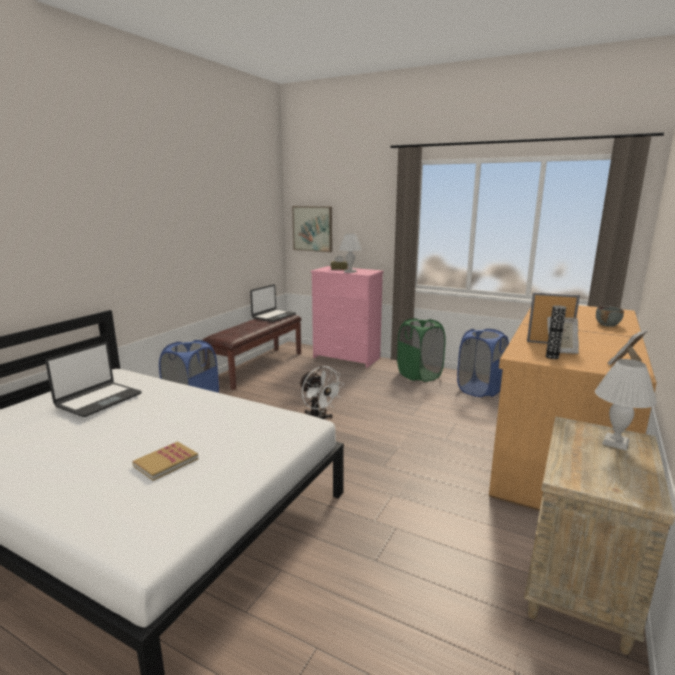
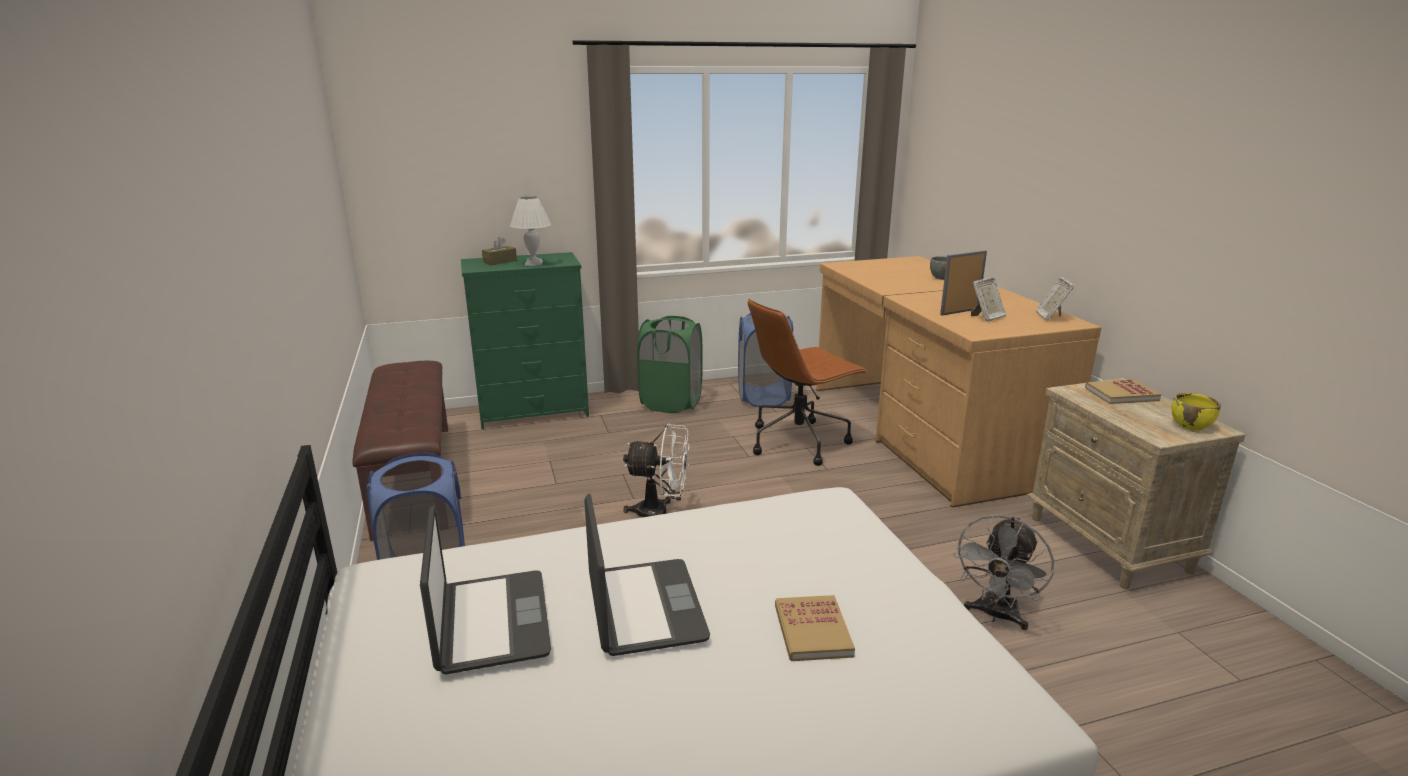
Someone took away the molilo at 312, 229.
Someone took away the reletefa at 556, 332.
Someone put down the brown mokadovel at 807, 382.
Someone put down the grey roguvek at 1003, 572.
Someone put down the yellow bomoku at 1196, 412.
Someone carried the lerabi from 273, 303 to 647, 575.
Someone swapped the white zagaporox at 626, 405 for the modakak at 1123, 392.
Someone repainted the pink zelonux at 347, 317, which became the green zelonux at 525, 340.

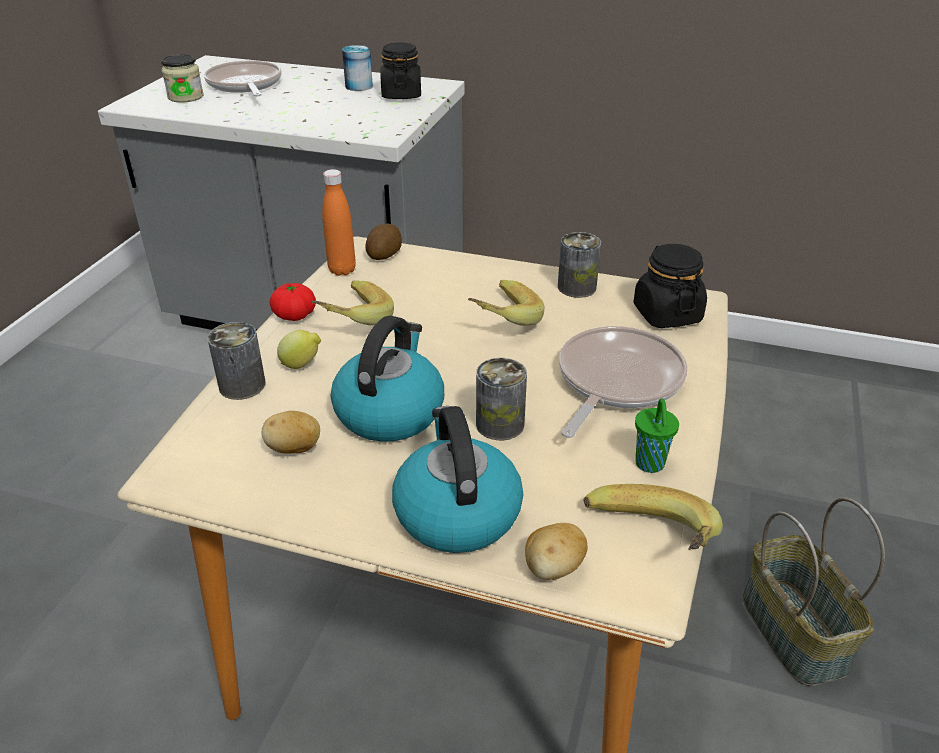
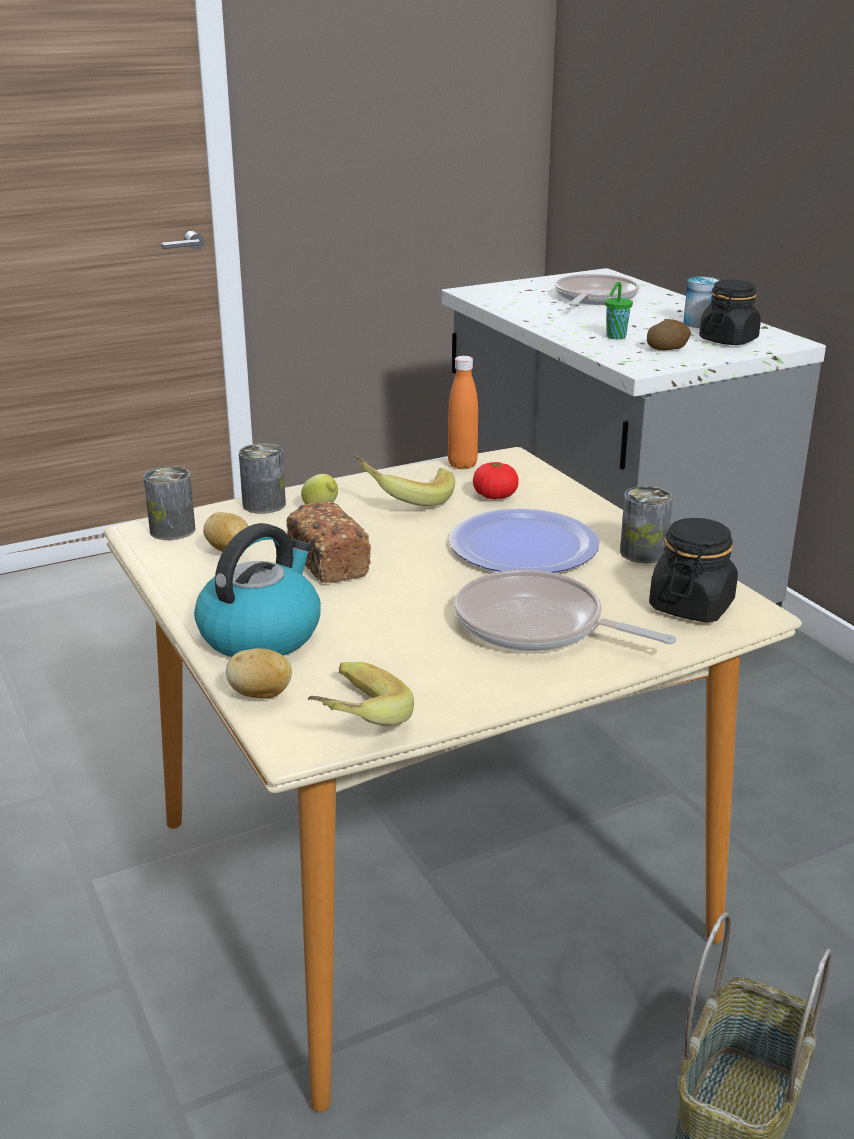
Someone took away the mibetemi at 182, 78.
Someone carried the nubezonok from 293, 302 to 496, 481.
Someone carried the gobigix from 383, 241 to 669, 334.
Someone carried the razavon from 501, 399 to 170, 503.
Someone carried the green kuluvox from 657, 436 to 619, 310.
Someone swapped the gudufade at 387, 379 for the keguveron at 328, 542.
Someone swapped the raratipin at 506, 303 for the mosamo at 524, 541.
Someone rotated the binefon at 623, 382 by 135 degrees counterclockwise.

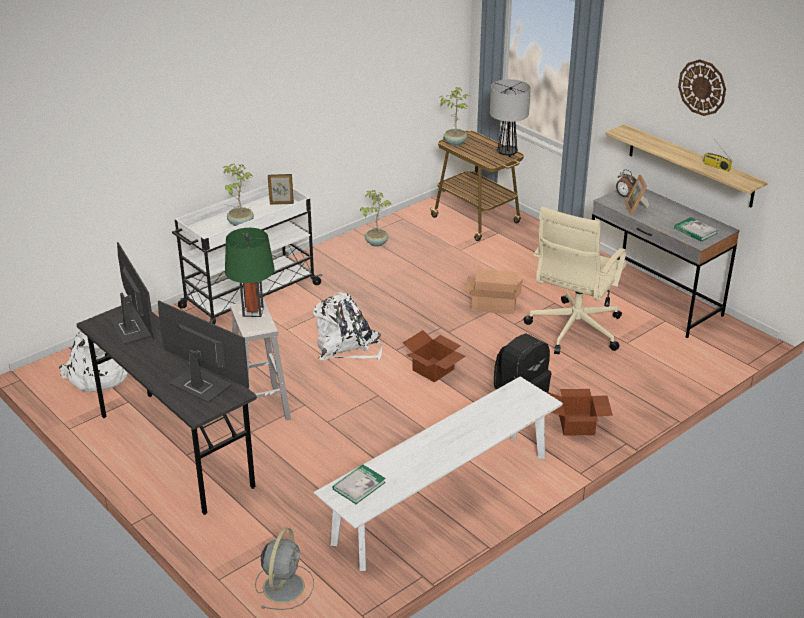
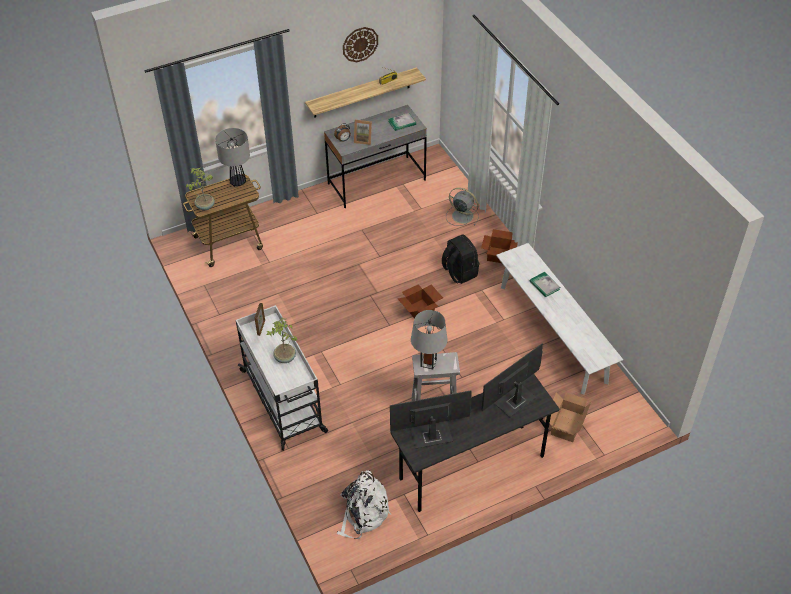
Someone took away the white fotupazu at 348, 326.
Someone took away the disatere at 375, 218.
Someone took away the beige mokadovel at 575, 280.
Someone carried the grey roguvek from 284, 569 to 462, 207.
Someone carried the modakak from 359, 484 to 544, 284.
Someone carried the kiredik from 494, 291 to 568, 417.
Someone repainted the green zagaporox at 250, 272, which became the grey zagaporox at 429, 339.

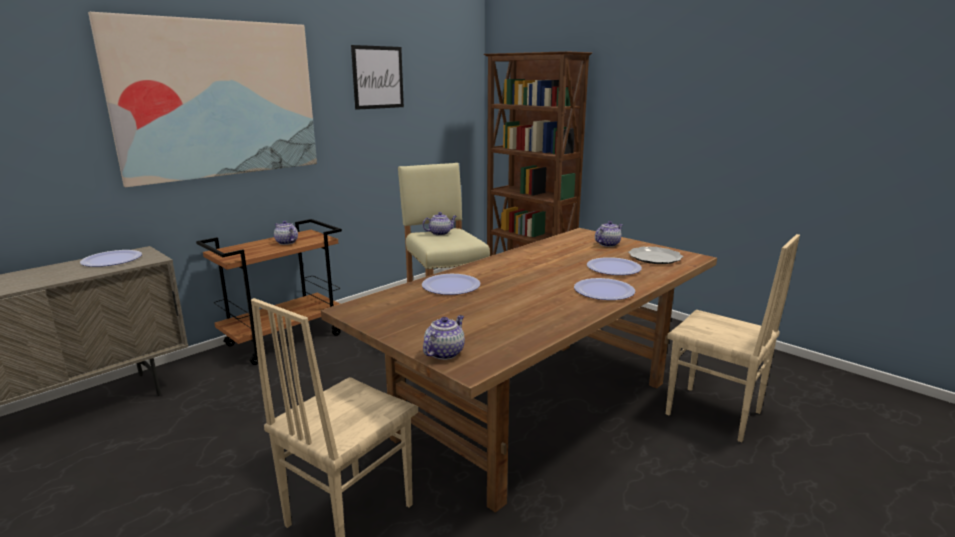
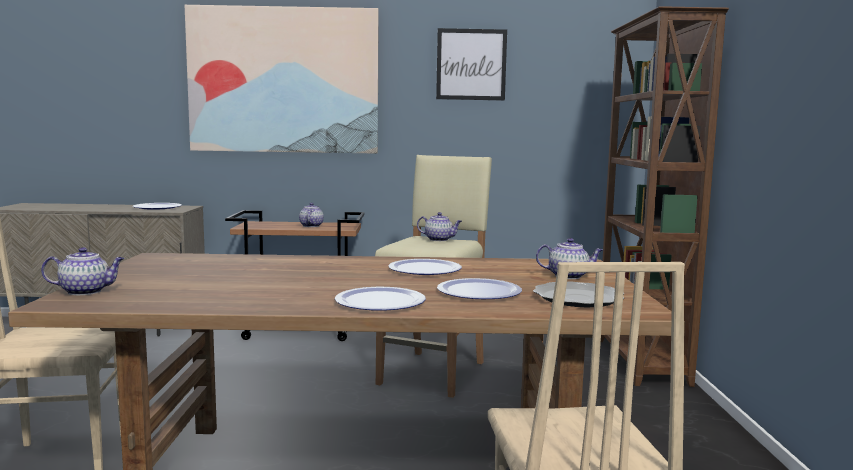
Someone carried the mosamo from 451, 284 to 425, 267.

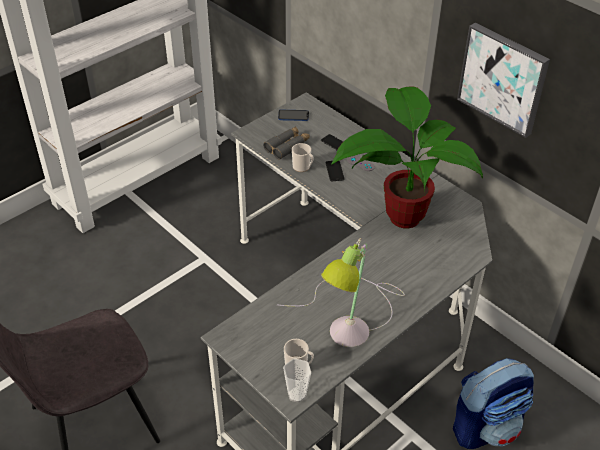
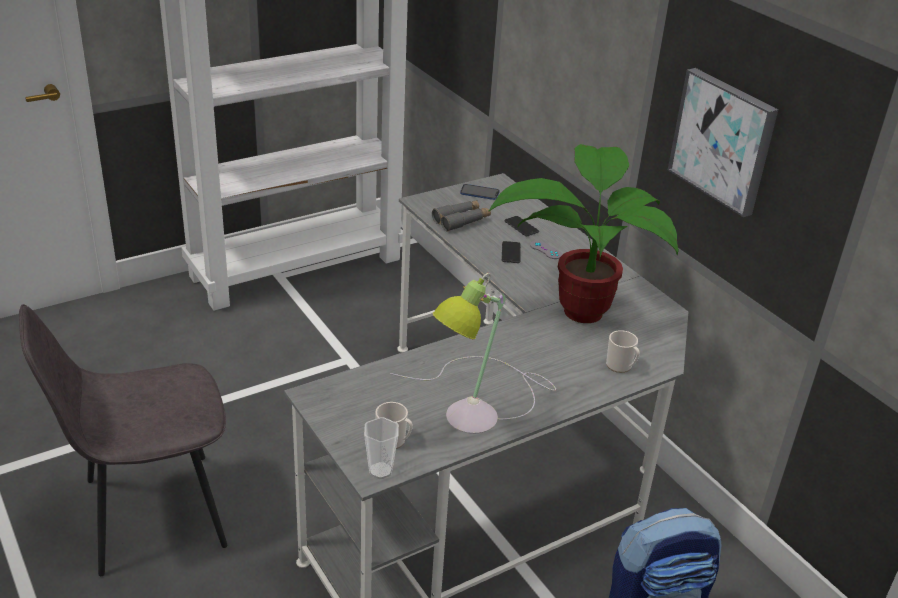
Someone carried the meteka from 303, 157 to 623, 351.

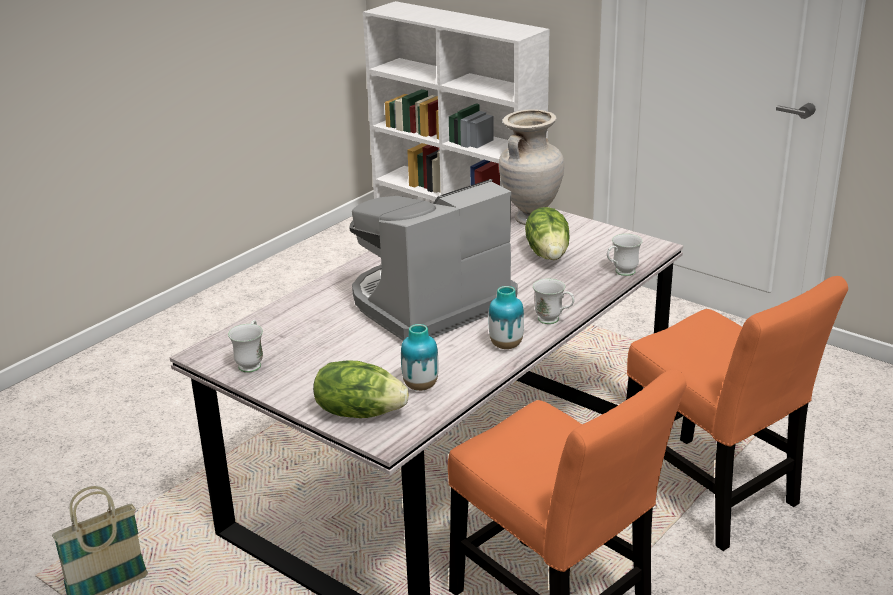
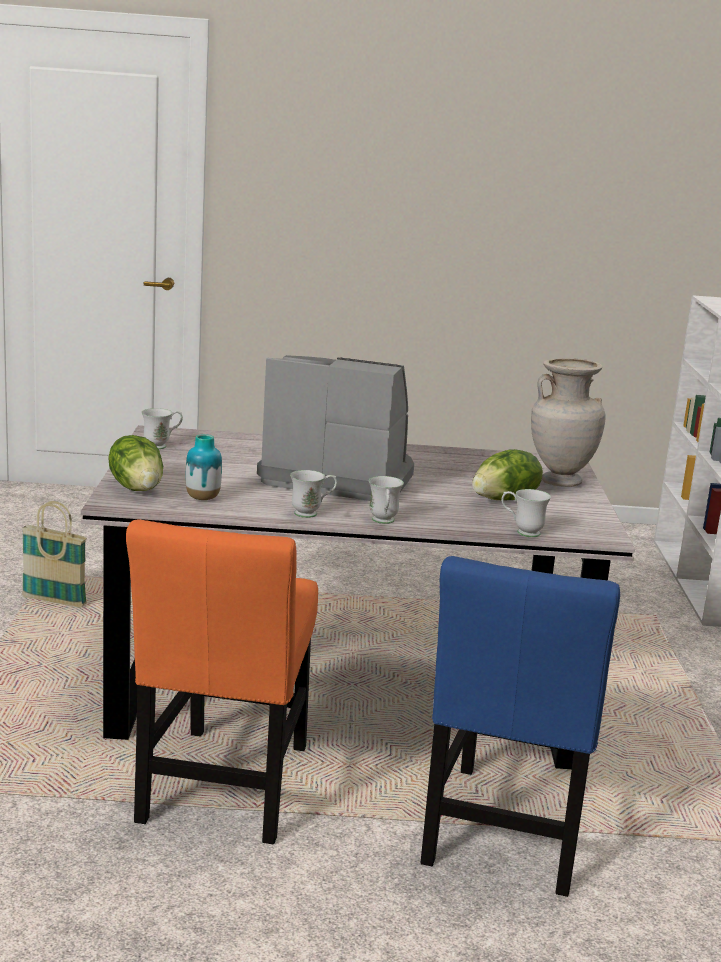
Someone swapped the reletefa at 506, 317 for the white meteka at 313, 494.
Someone repainted the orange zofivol at 737, 413, which became the blue zofivol at 520, 726.

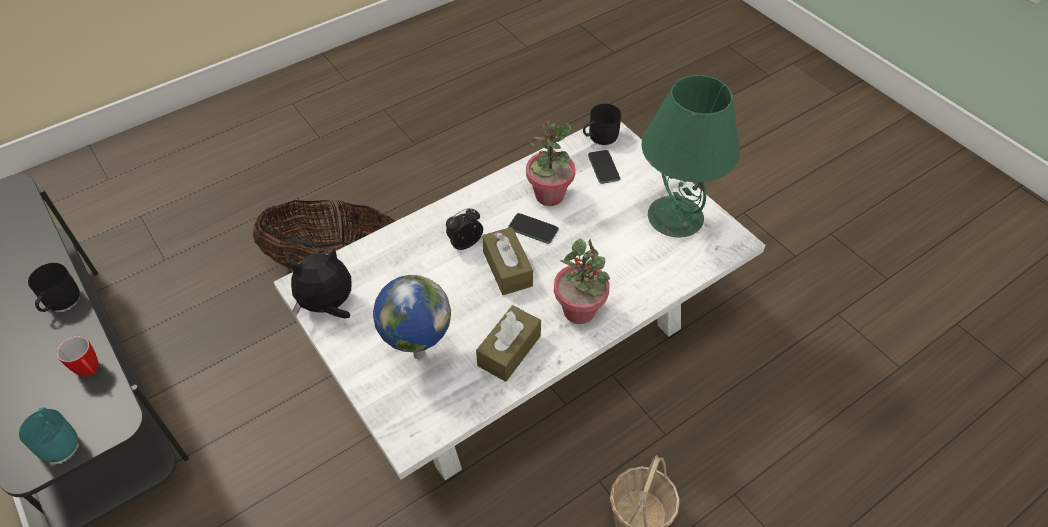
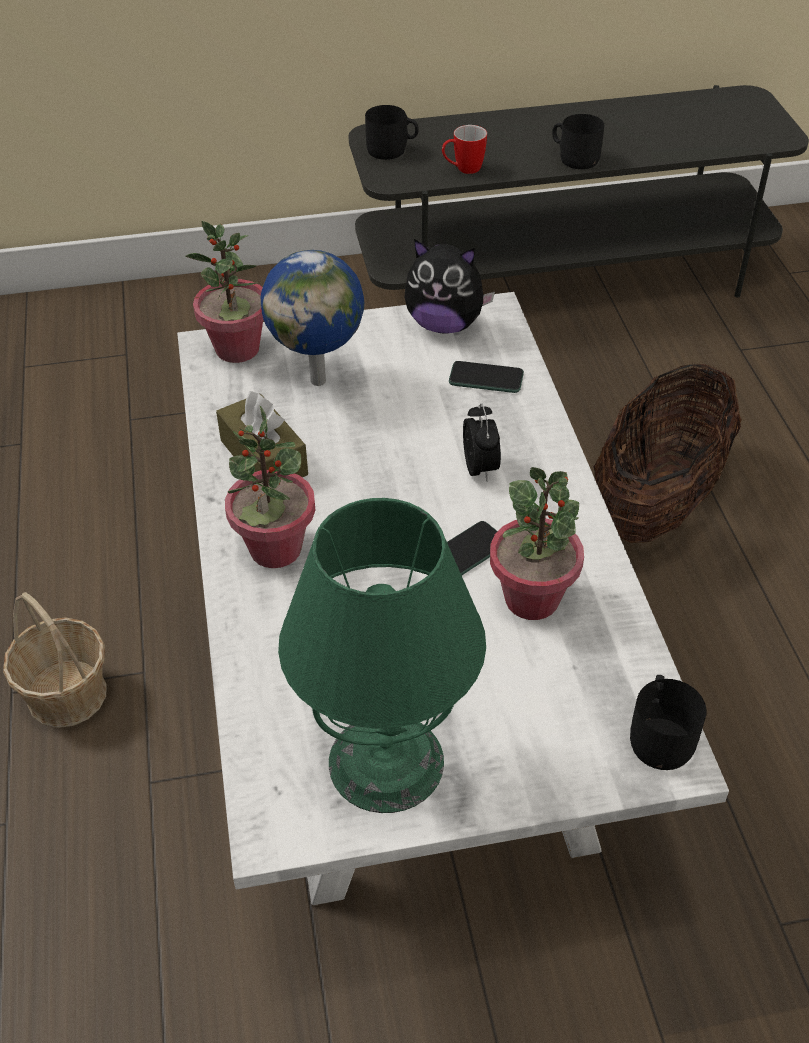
Someone took away the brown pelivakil at 507, 261.
Someone put down the disatere at 224, 292.
Someone carried the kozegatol from 604, 167 to 486, 377.
Someone repainted the turquoise meteka at 48, 435, which became the black meteka at 392, 132.
Someone rotated the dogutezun at 321, 283 by 105 degrees clockwise.

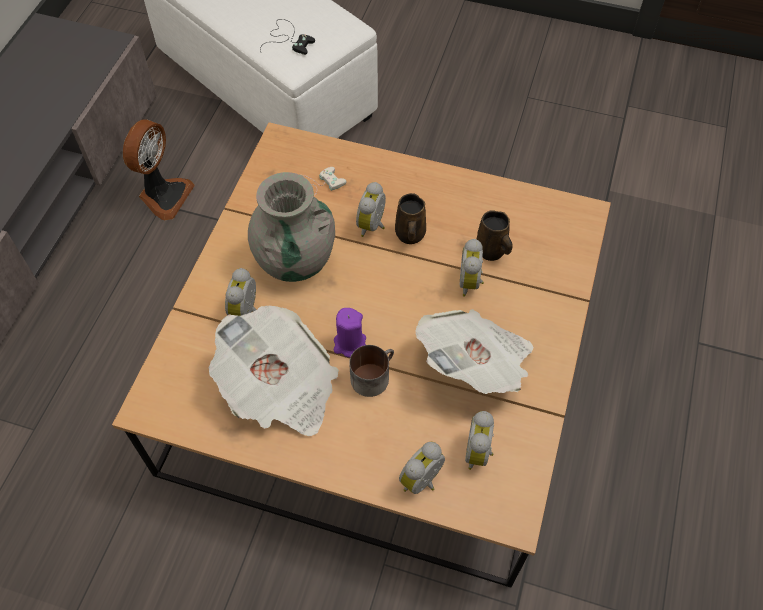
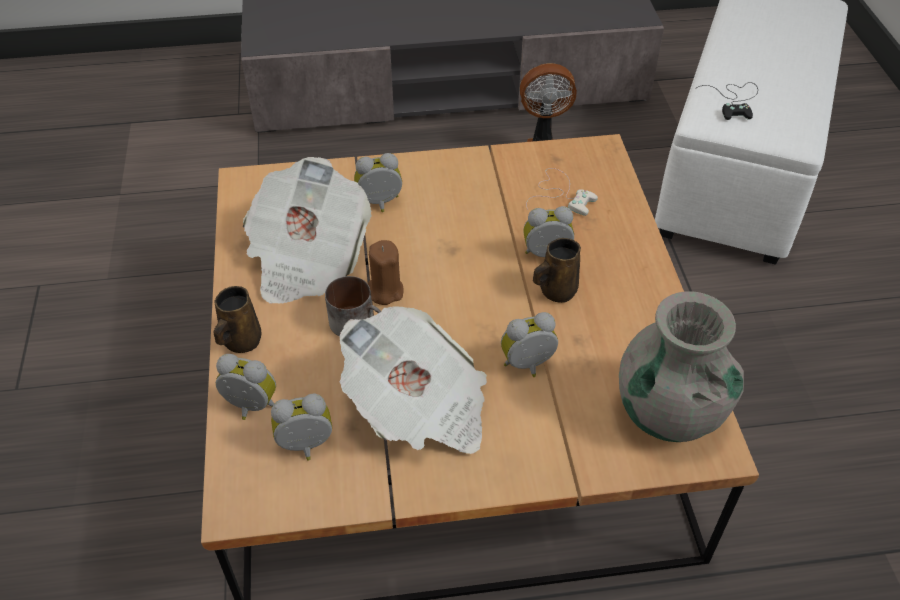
Someone carried the grey reletefa from 291, 227 to 681, 366.
Someone carried the brown meteka from 494, 235 to 237, 319.
Someone repainted the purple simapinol at 350, 332, which became the brown simapinol at 385, 272.

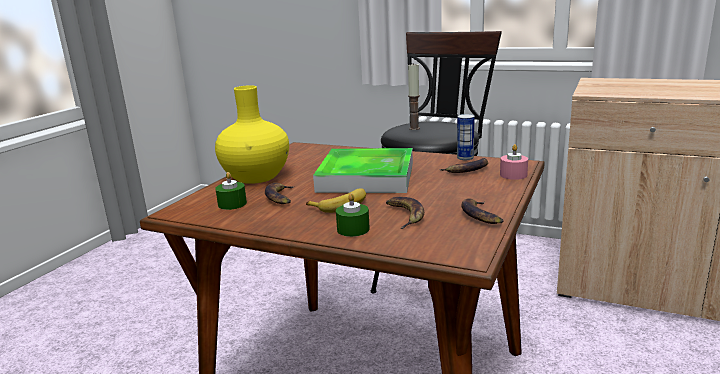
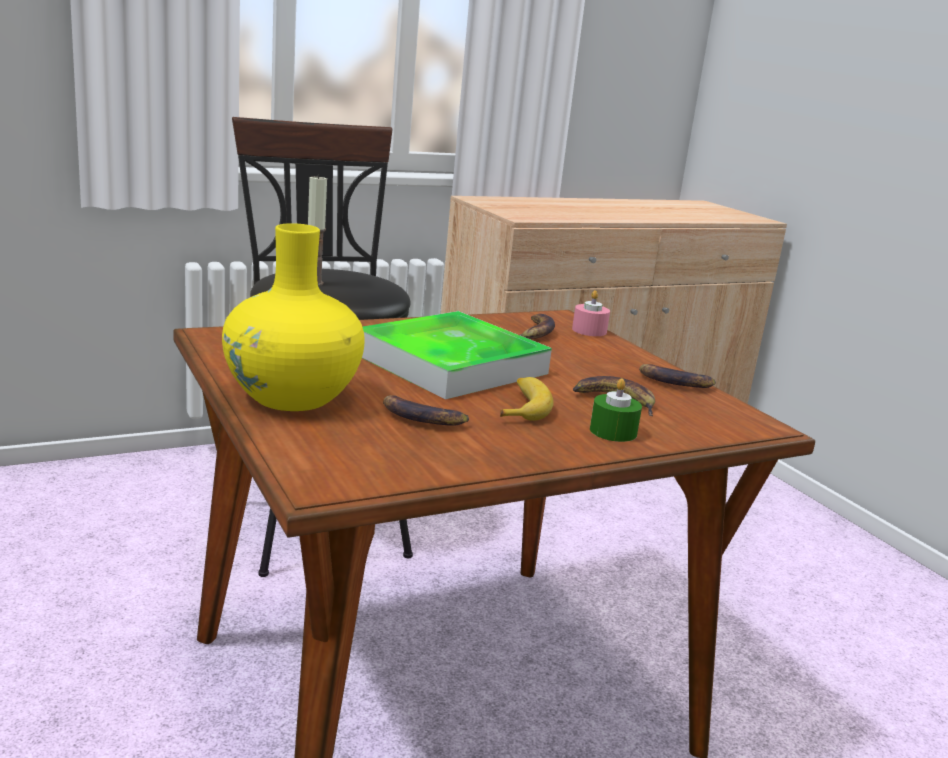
Someone took away the green simapinol at 231, 191.
Someone took away the razavon at 466, 137.

